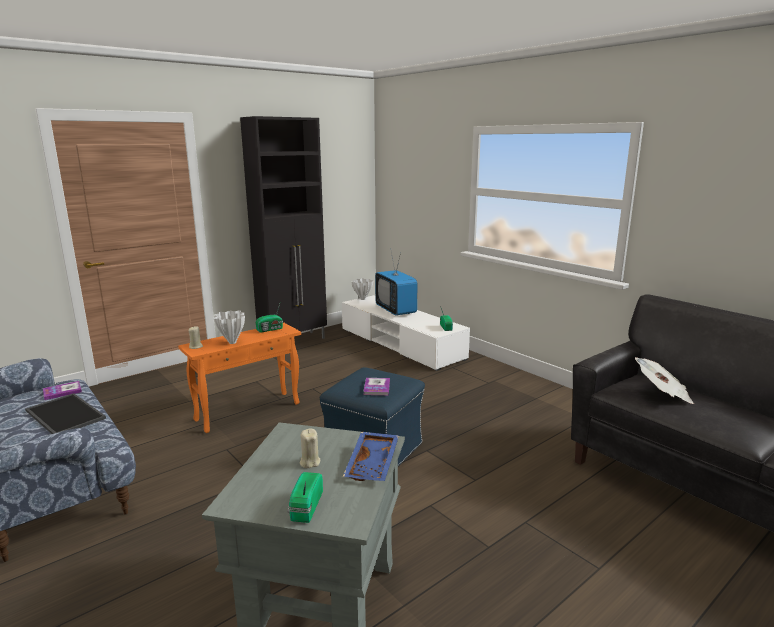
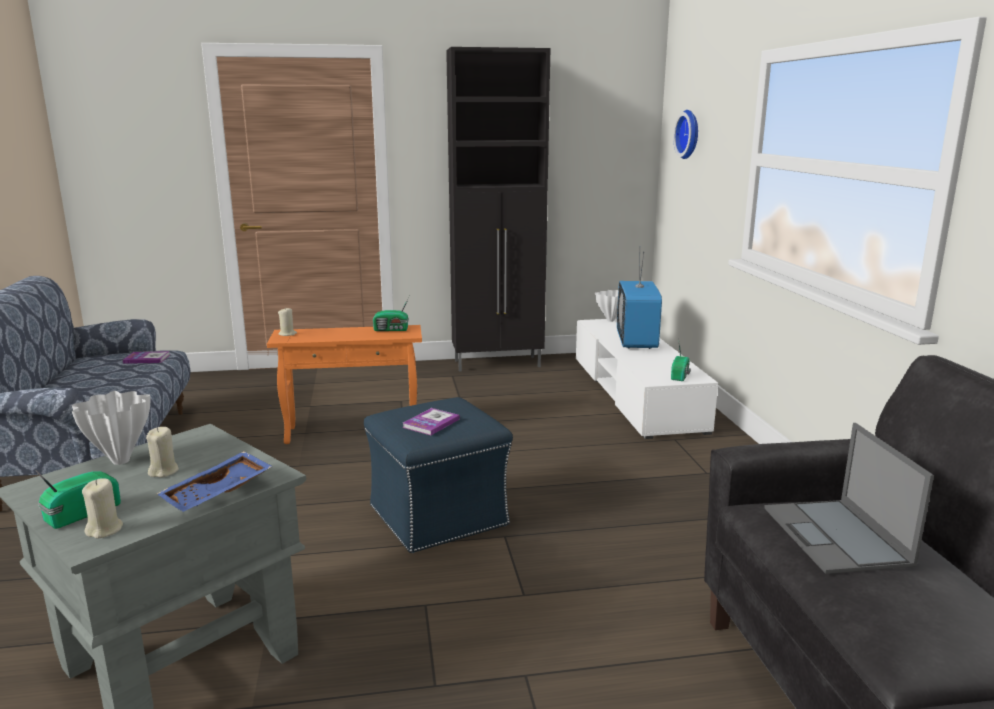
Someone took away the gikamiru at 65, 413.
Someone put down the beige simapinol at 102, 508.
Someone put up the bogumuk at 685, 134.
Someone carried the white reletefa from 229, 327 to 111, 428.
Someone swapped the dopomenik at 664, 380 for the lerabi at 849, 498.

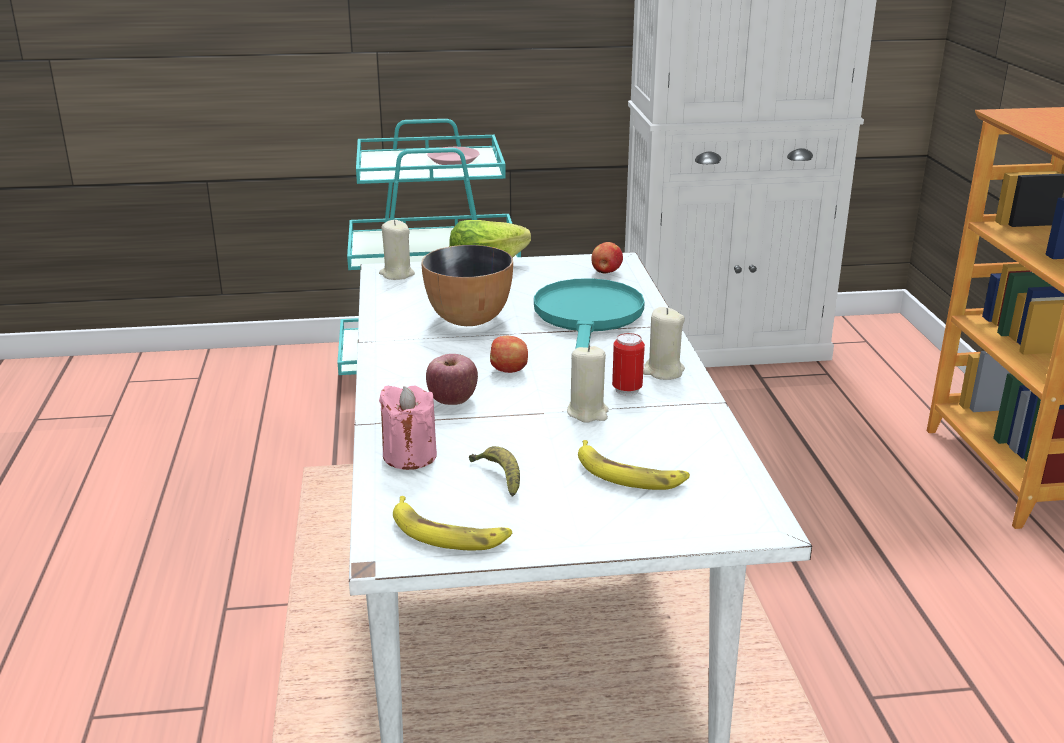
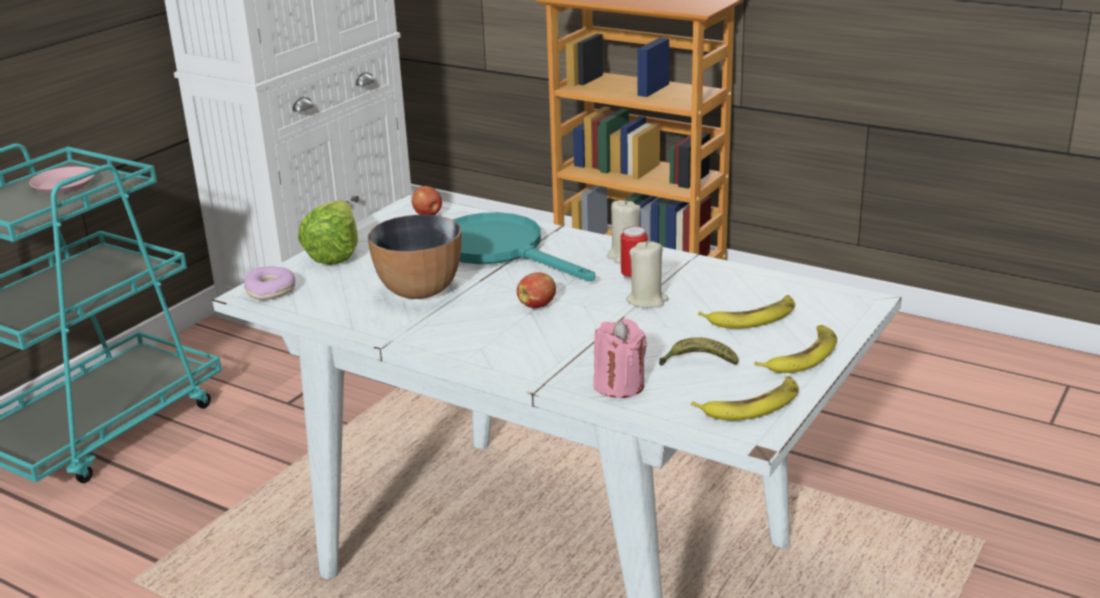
Someone took away the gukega at 452, 379.
Someone put down the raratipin at 795, 349.
Someone swapped the beige simapinol at 397, 250 for the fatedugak at 269, 283.

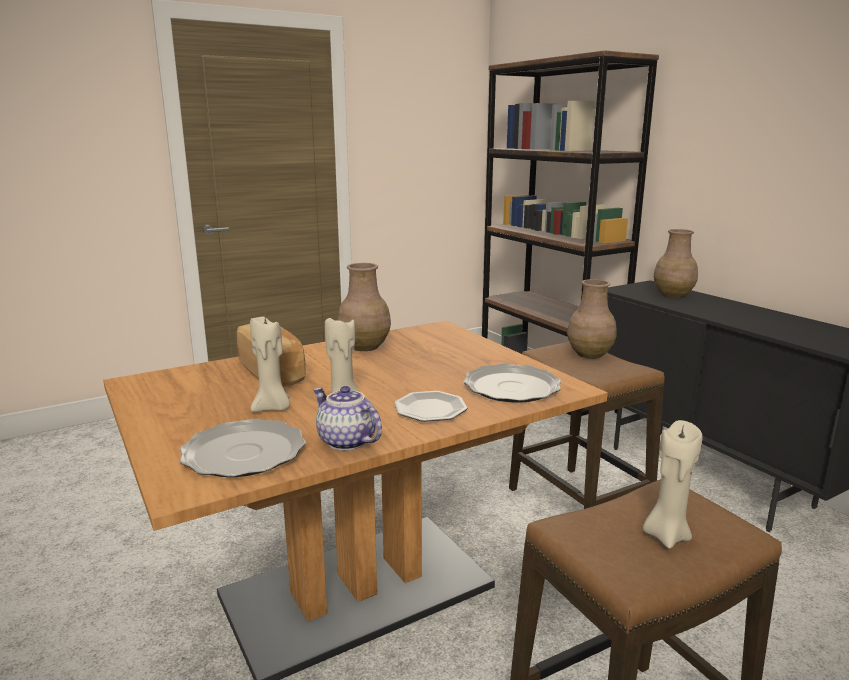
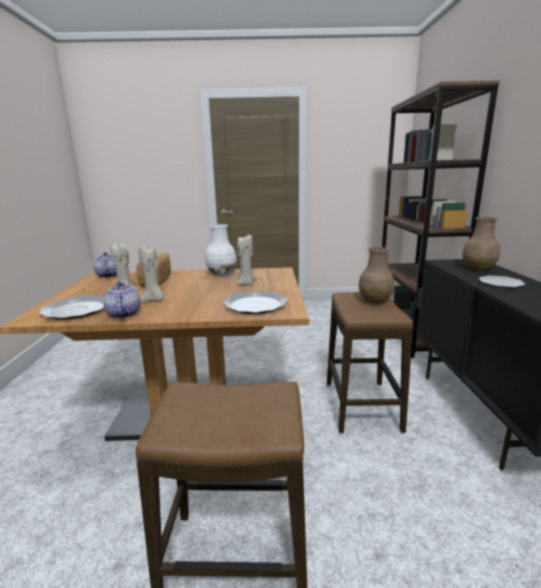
Someone put down the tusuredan at 105, 265.
Someone carried the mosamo from 430, 406 to 502, 282.
Someone carried the beige simapinol from 672, 484 to 247, 260.
Someone repainted the brown reletefa at 364, 307, which became the white reletefa at 221, 250.

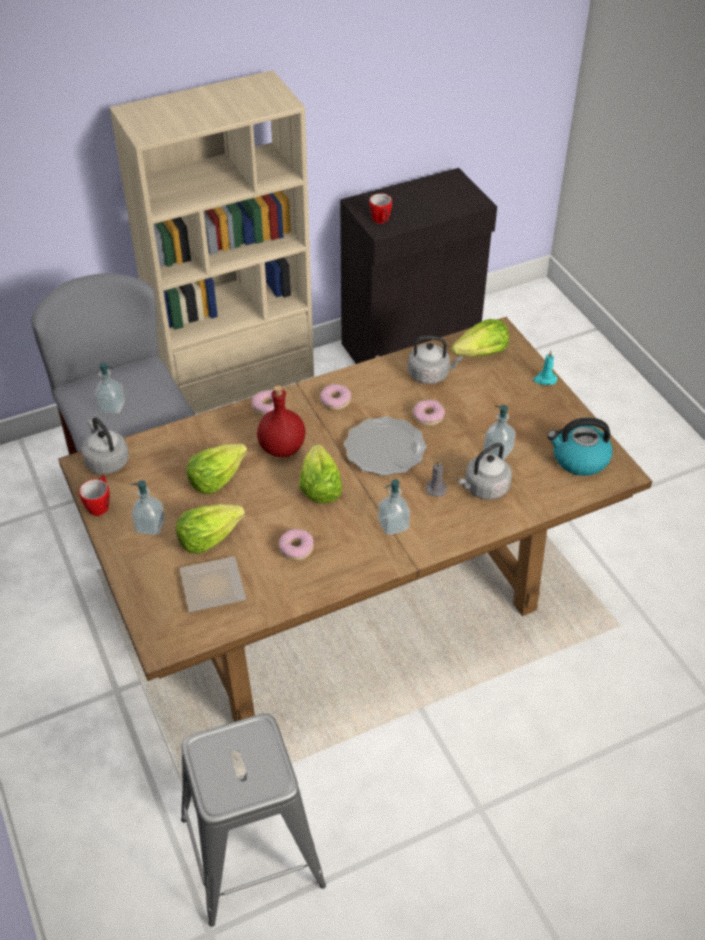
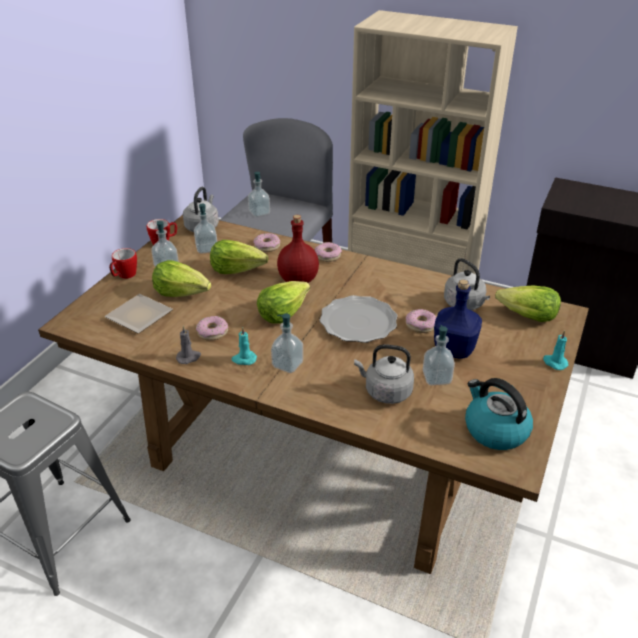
Someone put down the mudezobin at 205, 229.
Someone put down the turquoise simapinol at 244, 346.
Someone put down the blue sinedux at 458, 319.
Someone carried the fatedugak from 335, 397 to 266, 242.
Someone carried the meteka from 380, 208 to 123, 263.
Someone carried the grey simapinol from 436, 478 to 188, 344.

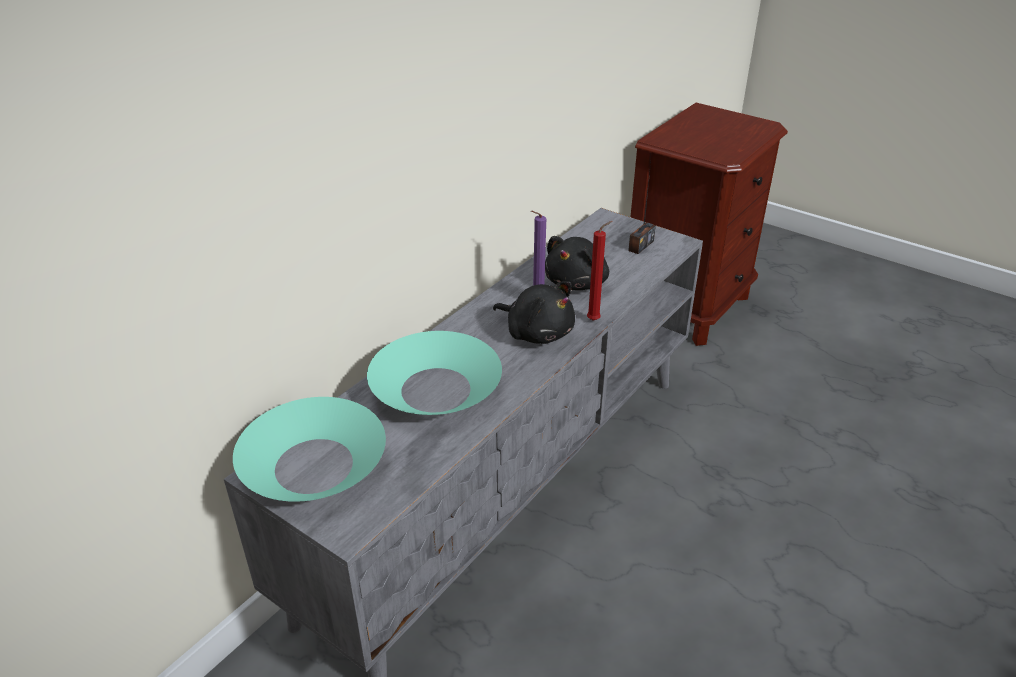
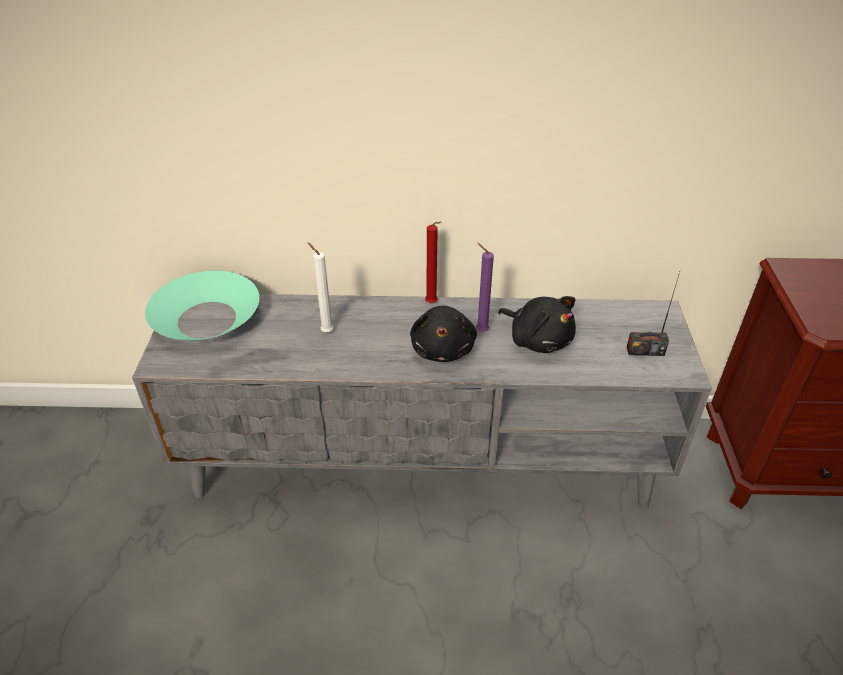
Someone carried the red simapinol from 599, 271 to 433, 262.
Someone swapped the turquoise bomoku at 434, 373 for the white simapinol at 321, 287.
Someone rotated the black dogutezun at 577, 263 by 135 degrees counterclockwise.

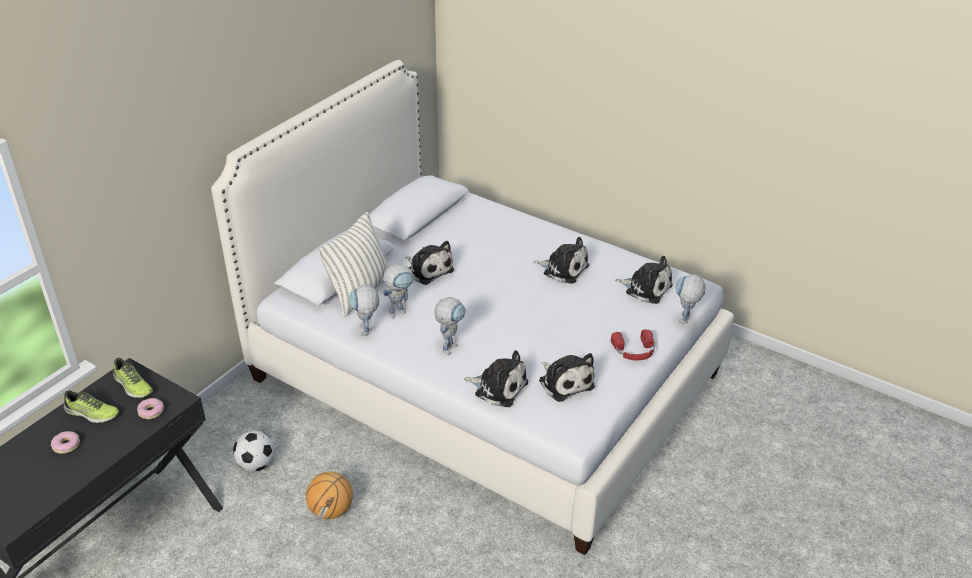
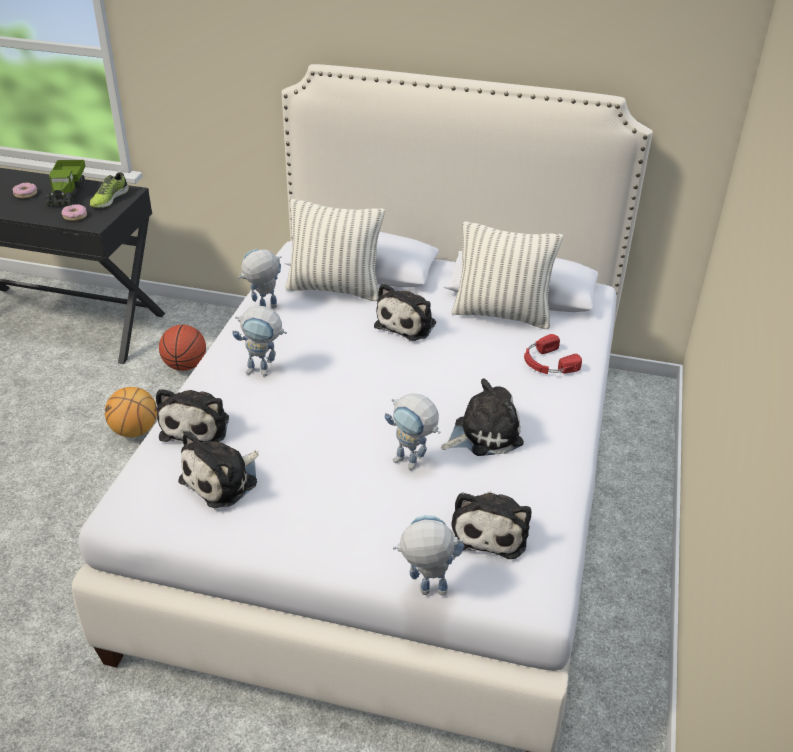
Someone put down the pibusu at 507, 275.
Someone carried the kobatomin from 398, 291 to 412, 432.
Someone carried the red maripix from 633, 344 to 553, 354.
Someone swapped the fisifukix at 91, 407 for the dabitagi at 65, 183.
Someone swapped the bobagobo at 254, 451 for the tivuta at 182, 348.
Someone rotated the dogutezun at 561, 260 by 120 degrees counterclockwise.

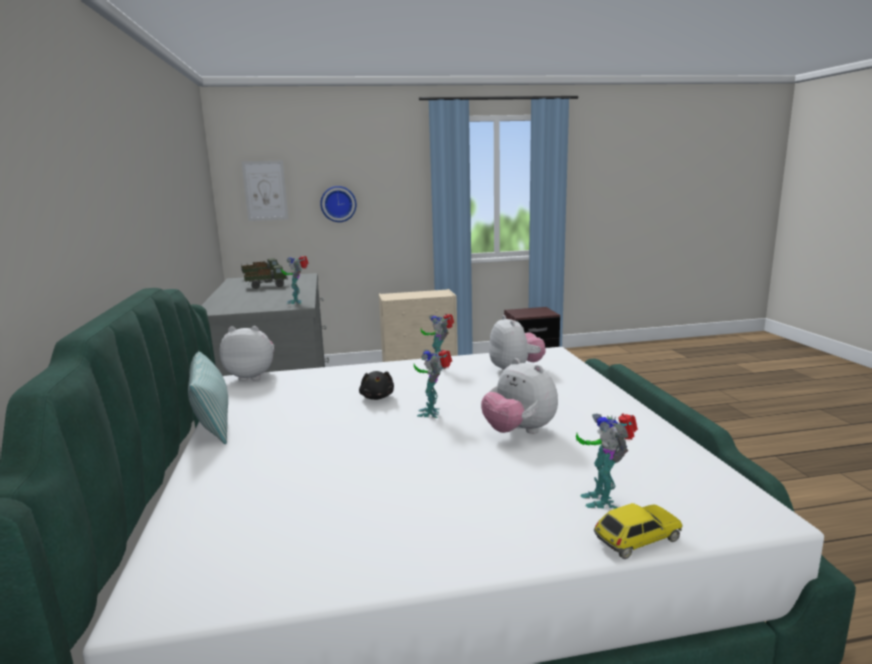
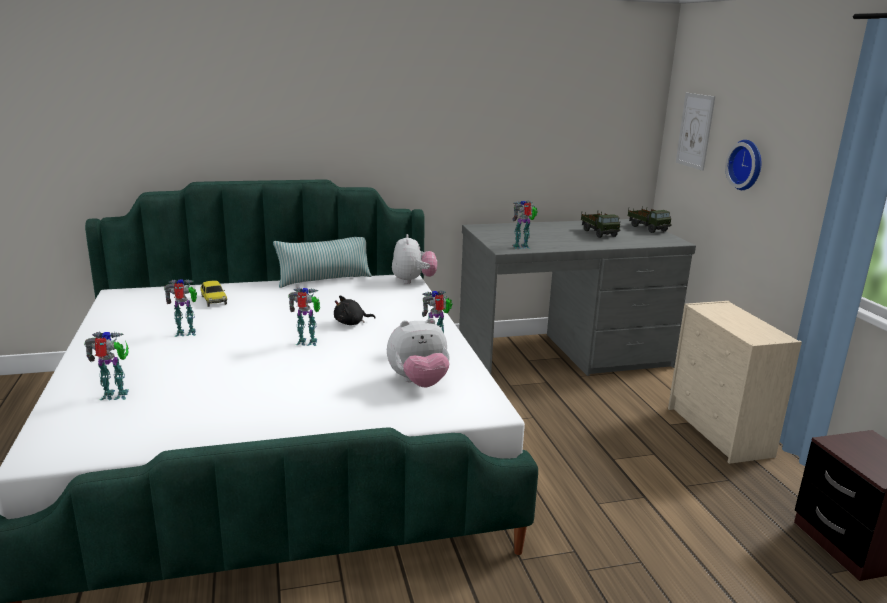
Someone took away the dogutezun at 519, 396.
Someone put down the kobatomin at 180, 308.
Someone carried the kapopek from 638, 531 to 213, 294.

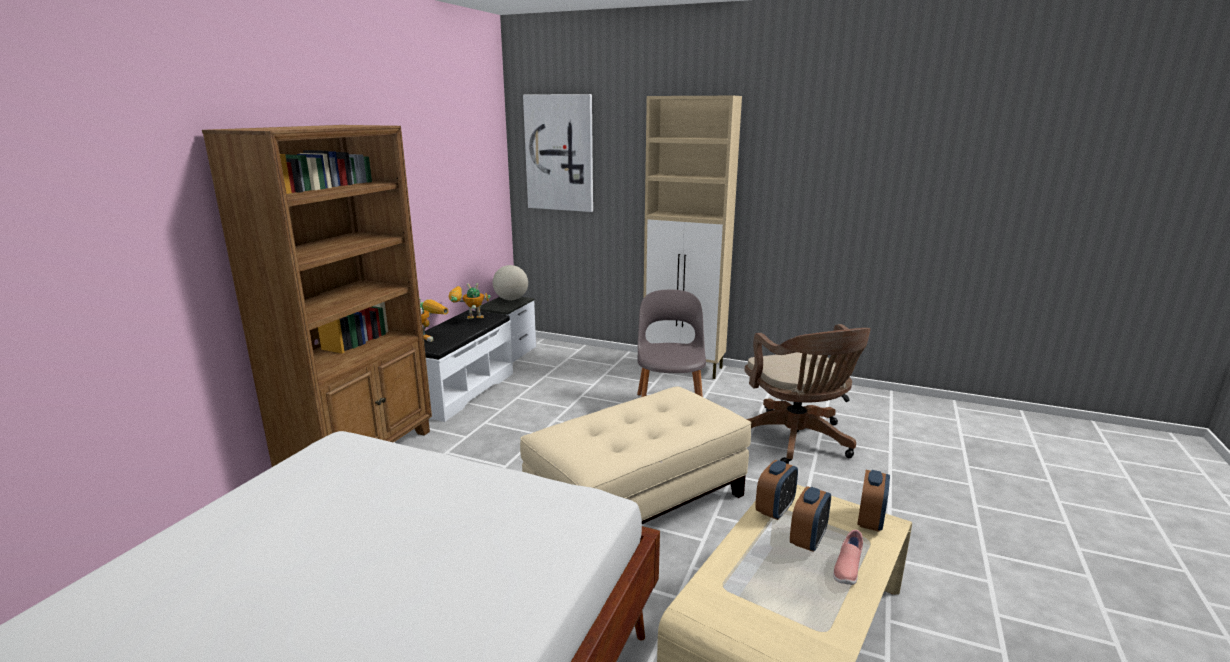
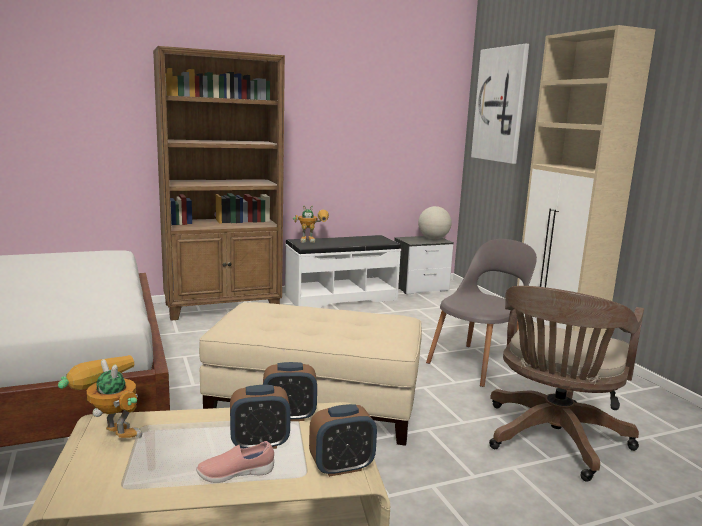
Someone carried the kobatomin from 470, 301 to 100, 396.

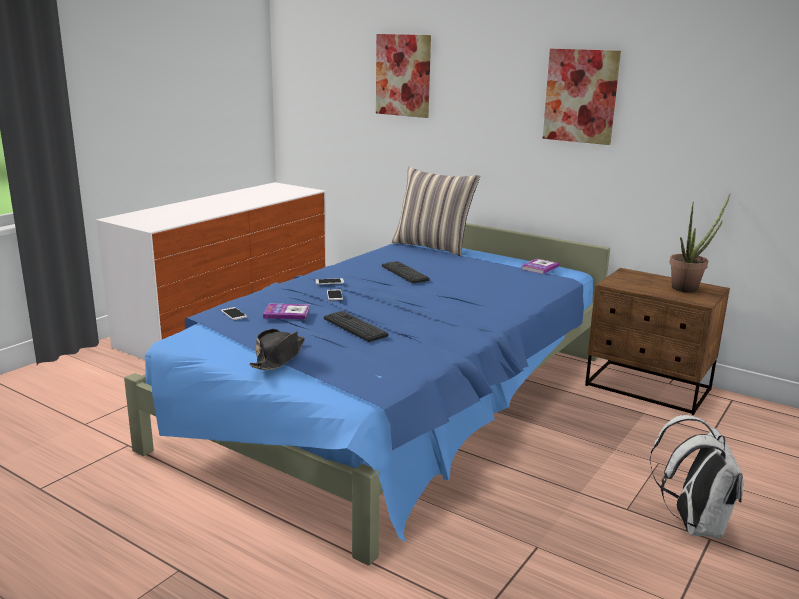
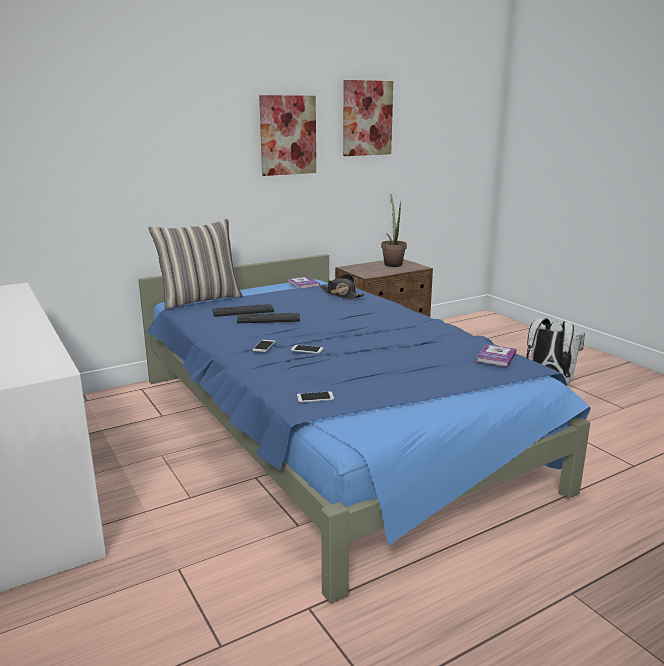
Someone carried the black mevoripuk from 277, 349 to 342, 286.
Someone carried the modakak from 286, 311 to 496, 355.
Someone carried the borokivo from 356, 326 to 243, 310.
Someone carried the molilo from 403, 76 to 368, 118.

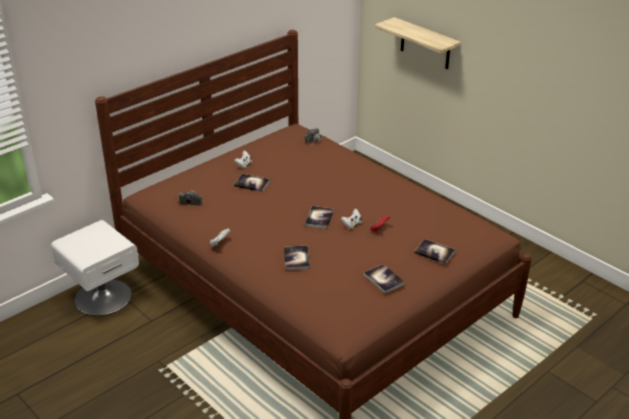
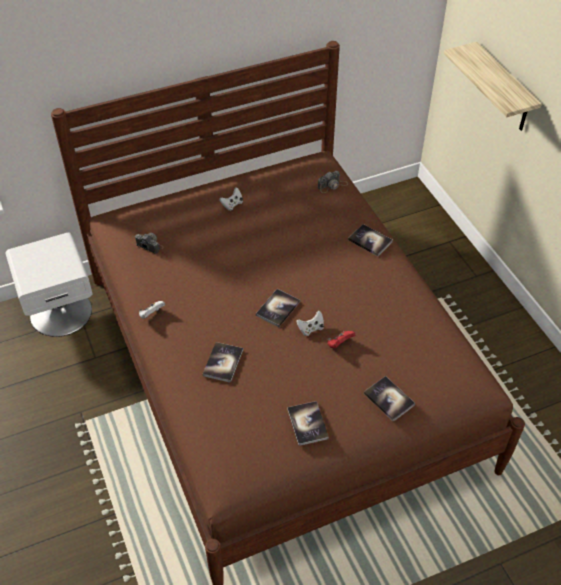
Someone carried the modakak from 252, 183 to 370, 240.

